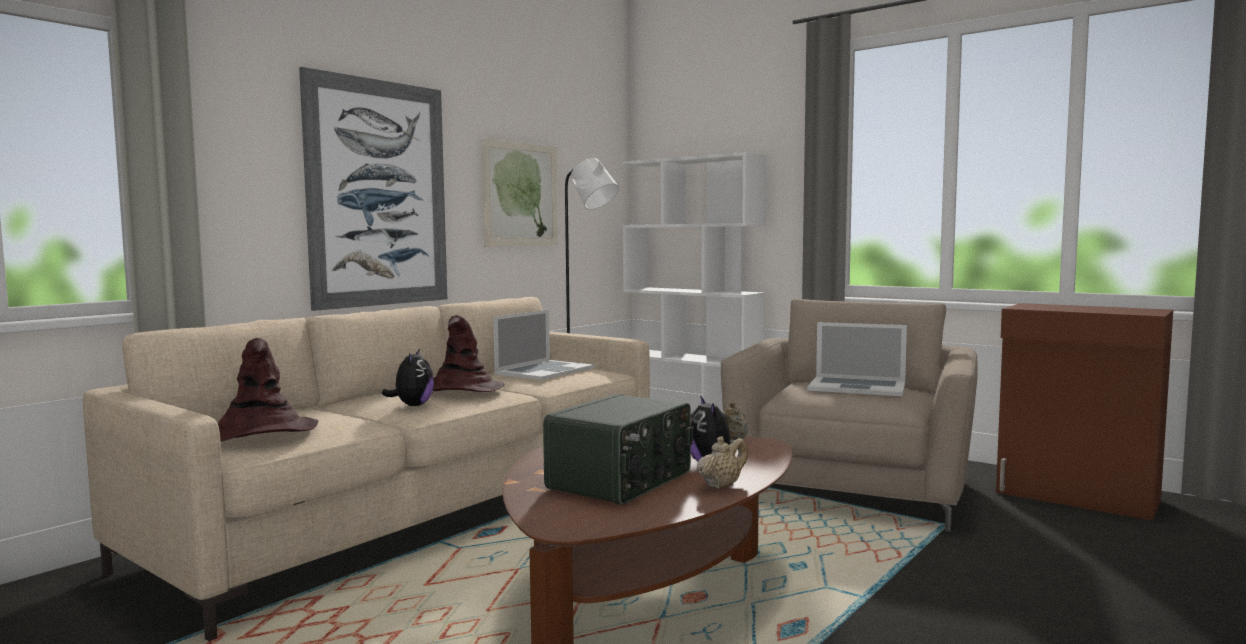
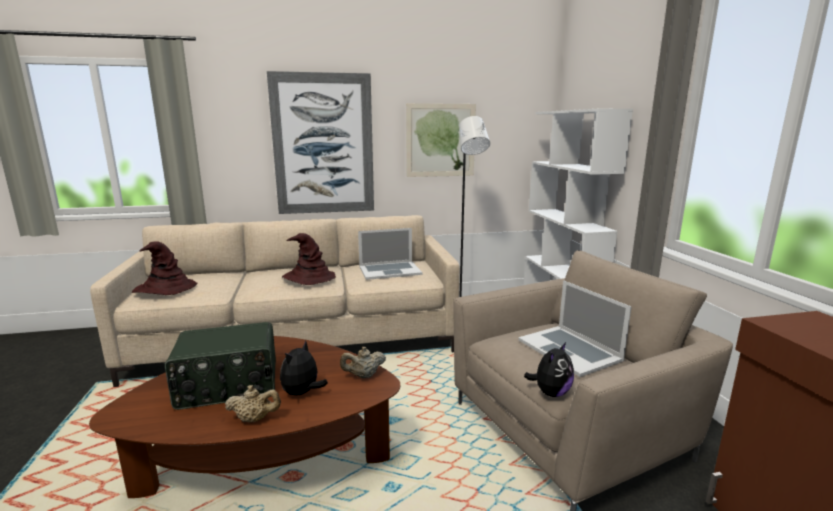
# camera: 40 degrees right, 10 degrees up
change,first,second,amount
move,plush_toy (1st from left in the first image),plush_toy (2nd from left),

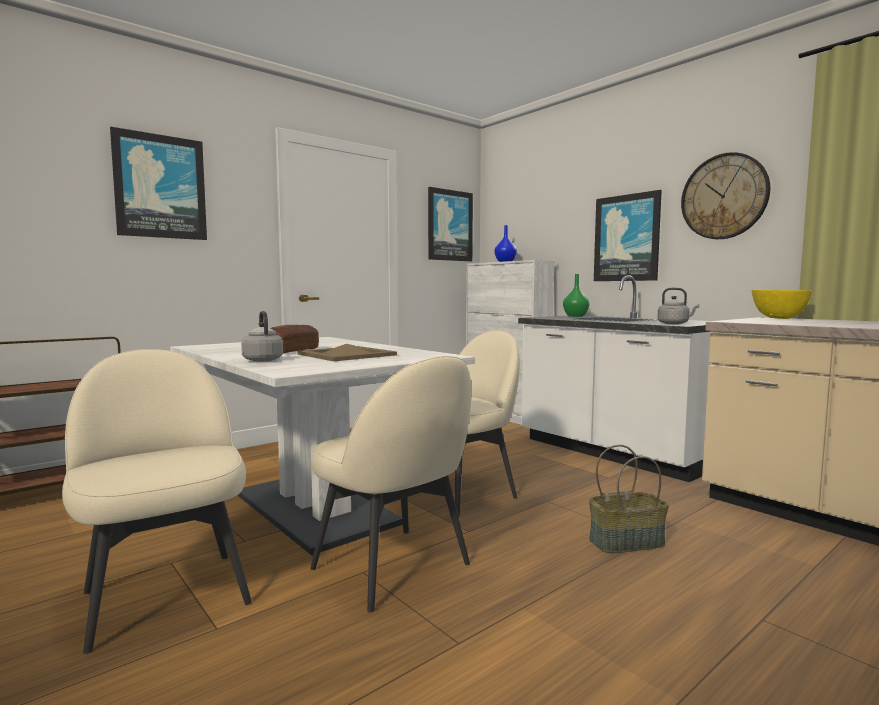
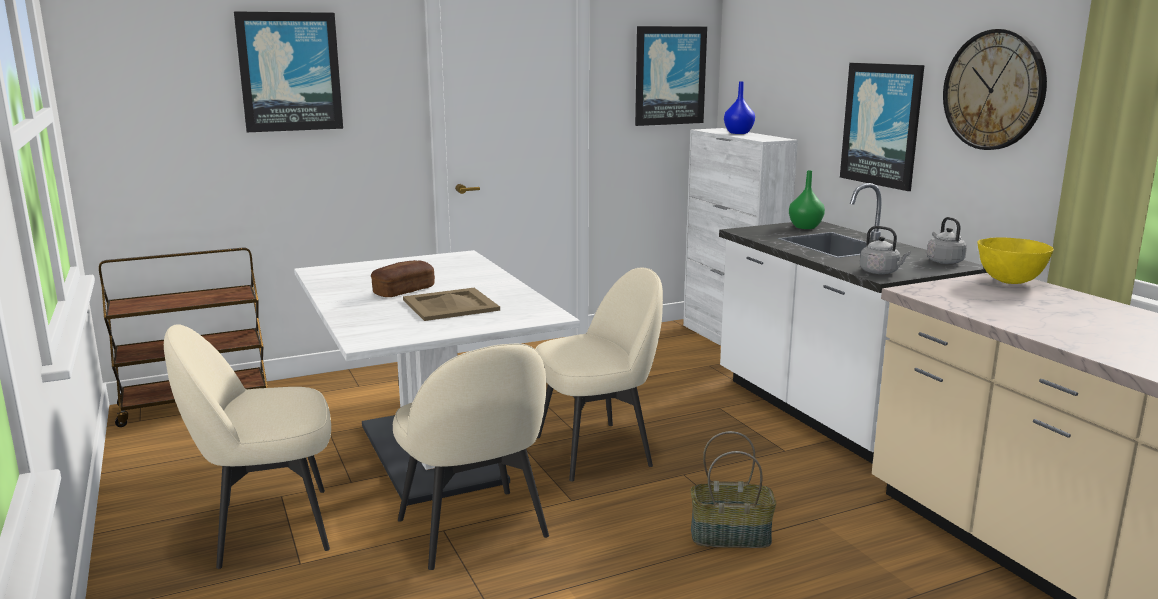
# camera: 15 degrees right, 10 degrees up
change,first,second,amount
move,grey_kettle (1st from left in the first image),grey_kettle (2nd from left),
rotate,beige_chair (1st from left),,90 degrees counterclockwise

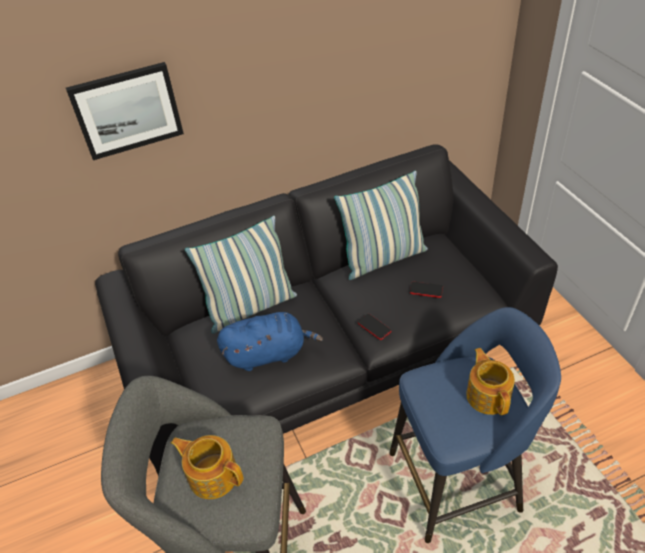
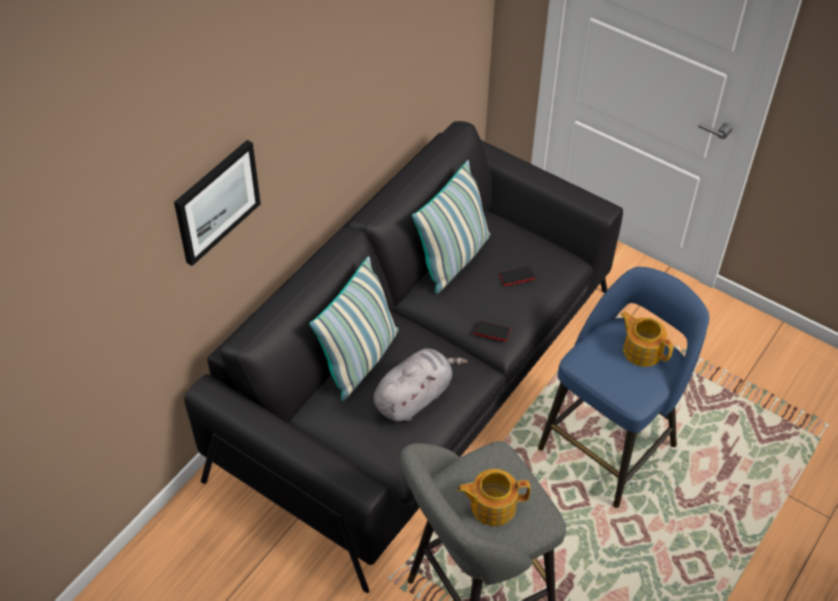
# camera: 35 degrees left, 5 degrees up
change,first,second,amount
recolor,blue_plush_toy,grey_plush_toy,

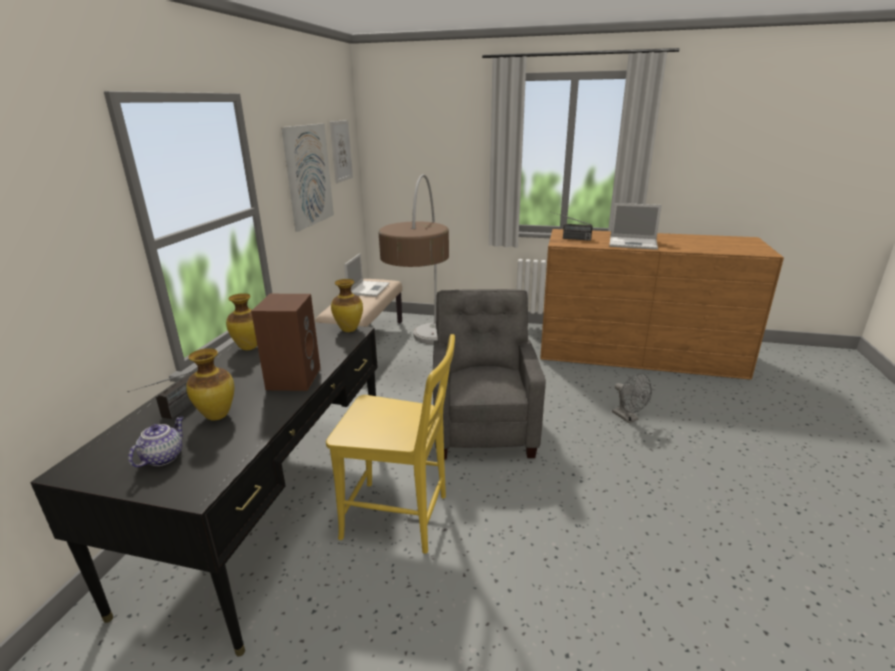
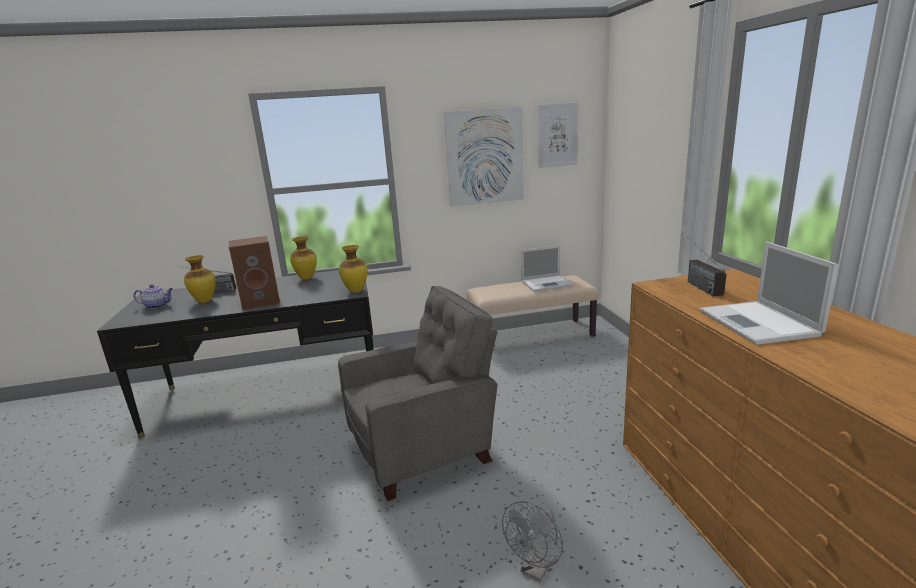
# camera: 65 degrees right, 5 degrees down
change,first,second,amount
delete,floor_lamp,,
delete,yellow_chair,,

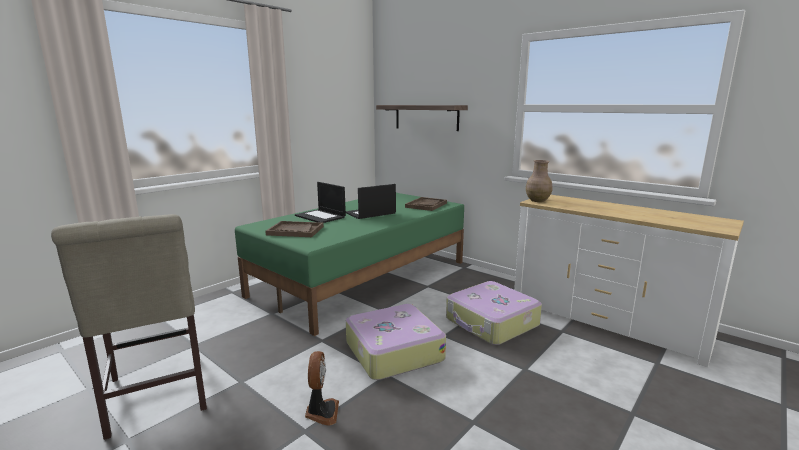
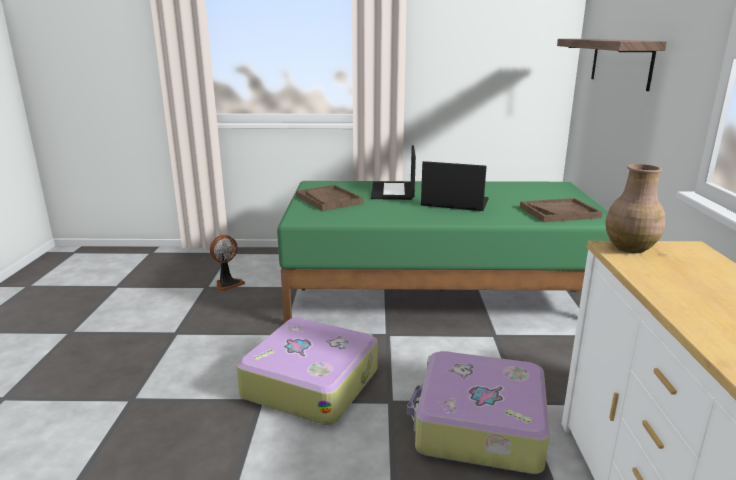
# camera: 50 degrees right, 5 degrees up
change,first,second,amount
delete,beige_chair,,
move,fan,,

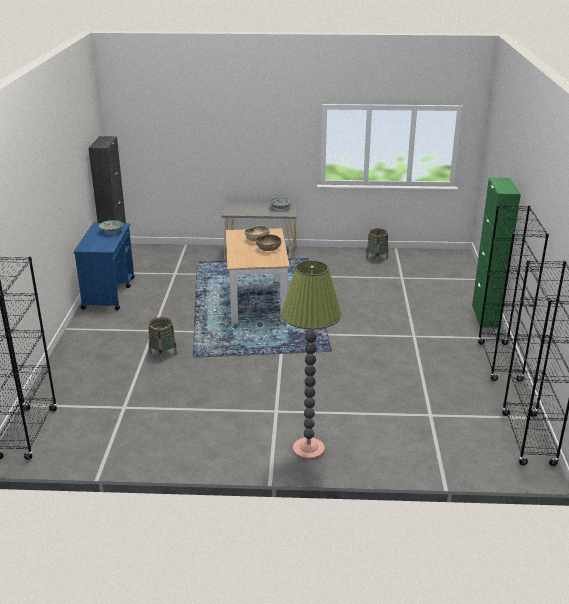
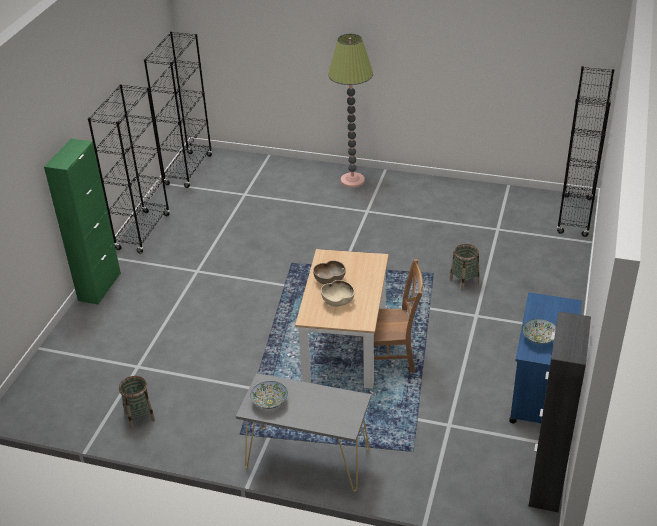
# camera: 165 degrees left, 10 degrees up
change,first,second,amount
insert,,brown_chair,

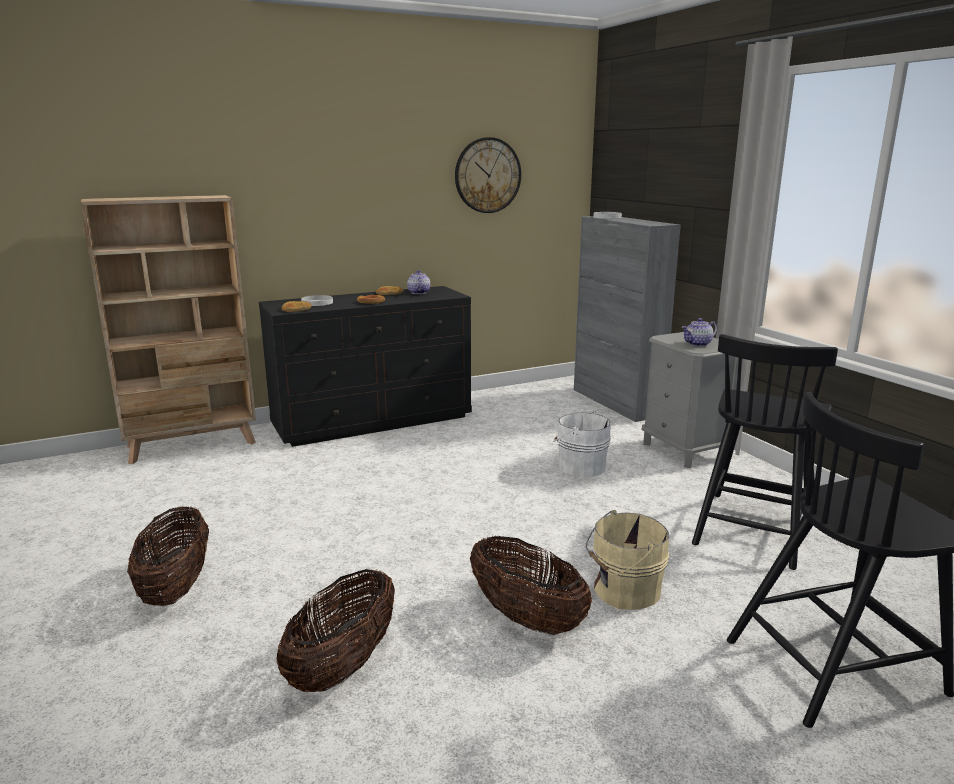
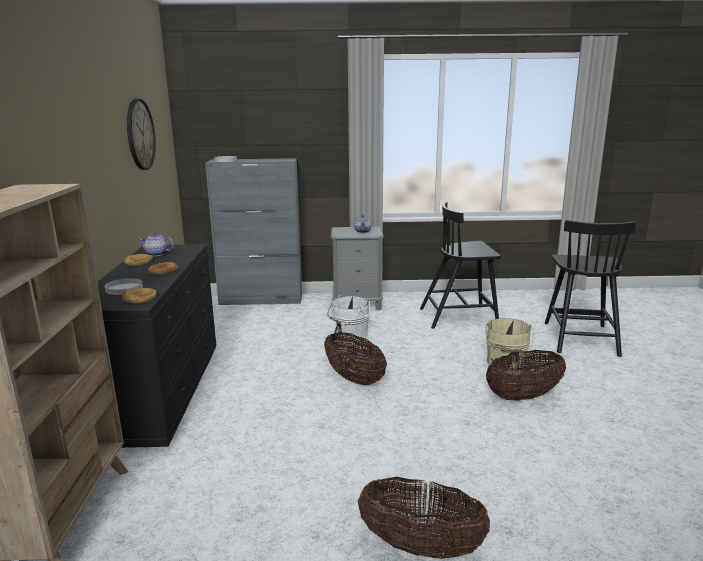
# camera: 65 degrees left, 0 degrees up
change,first,second,amount
rotate,black_chair (1st from left),,120 degrees clockwise
move,basket (2nd from left in the first image),basket (1st from left),

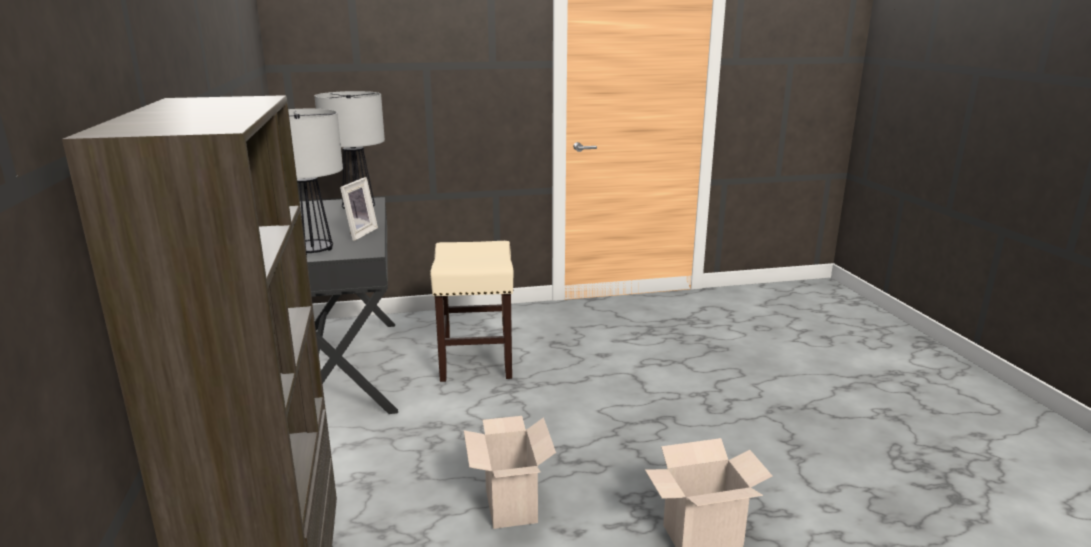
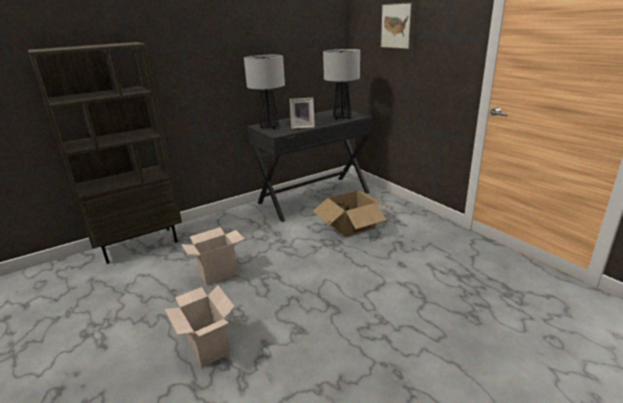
# camera: 70 degrees right, 5 degrees up
change,first,second,amount
replace,beige_stool,cardboard_box (3rd from left),
insert,,picture,

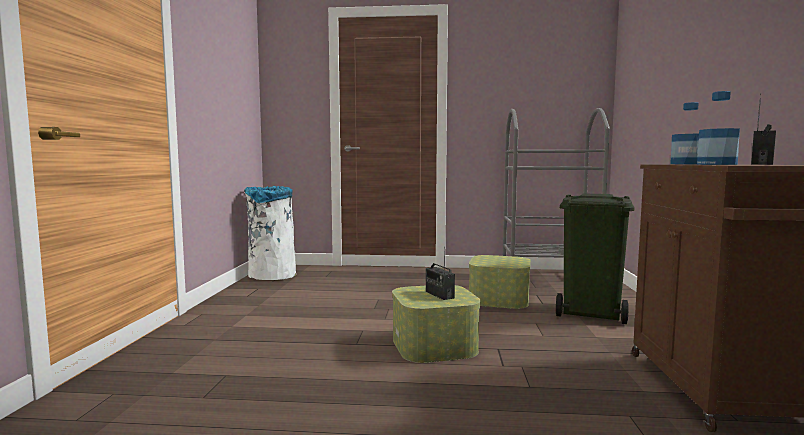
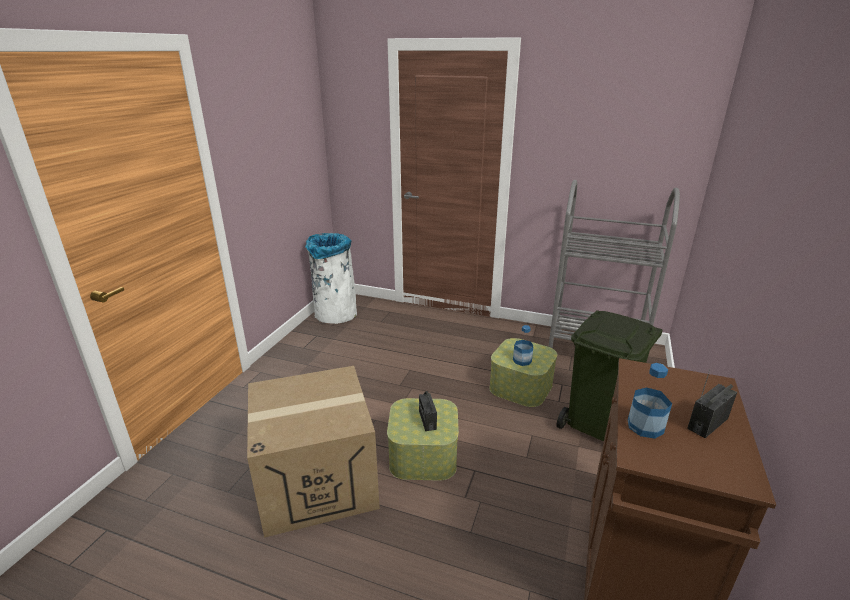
# camera: 15 degrees right, 20 degrees up
change,first,second,amount
move,bottle (1st from left),,
insert,,cardboard_box,

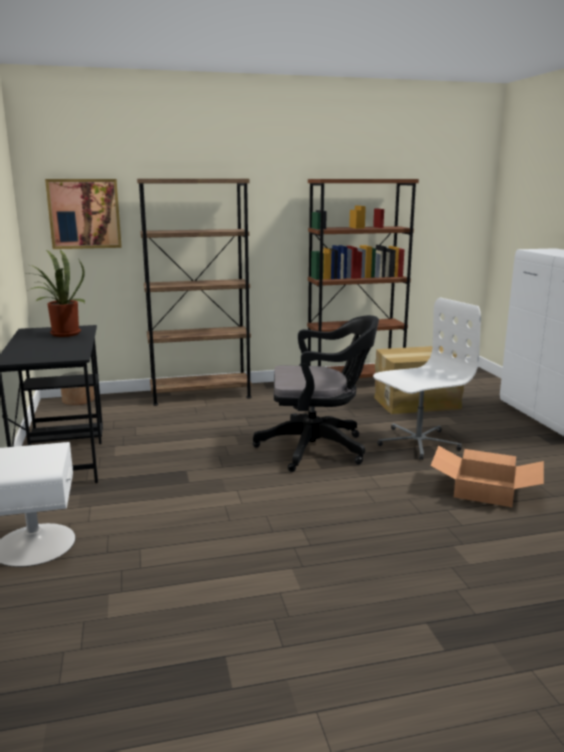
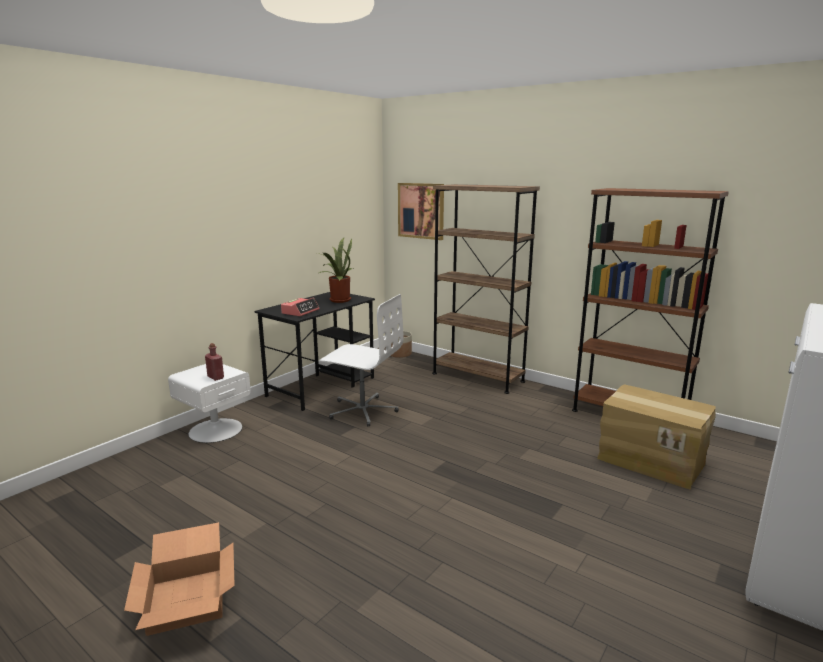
# camera: 50 degrees right, 0 degrees up
change,first,second,amount
move,white_office_chair,,
delete,black_office_chair,,
move,cardboard_box (2nd from left in the first image),cardboard_box (1st from left),
insert,,alarm_clock,
insert,,red_bottle,

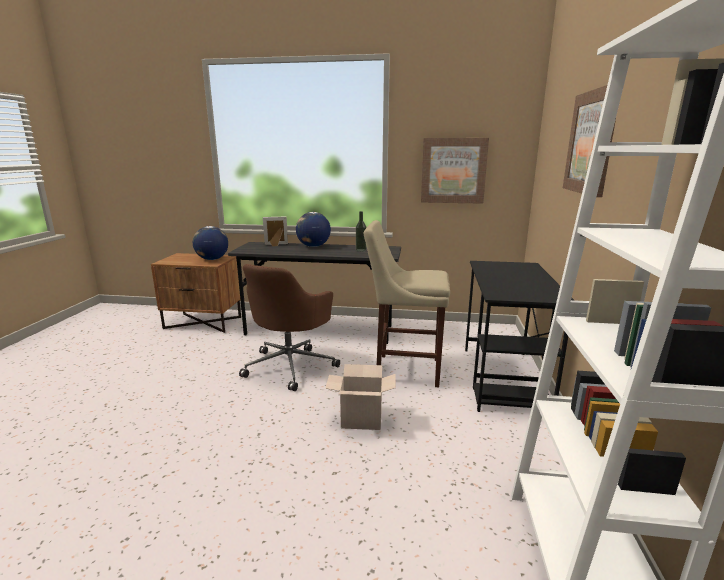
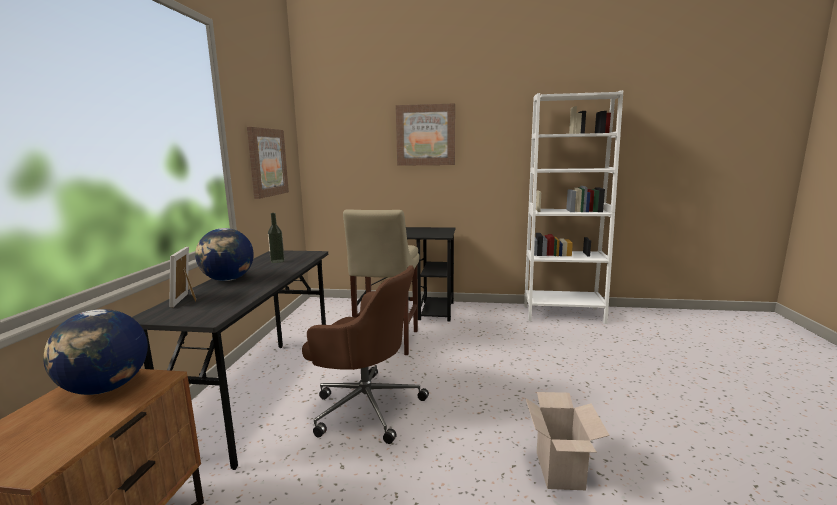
# camera: 90 degrees left, 5 degrees down
change,first,second,amount
move,cardboard_box,,

